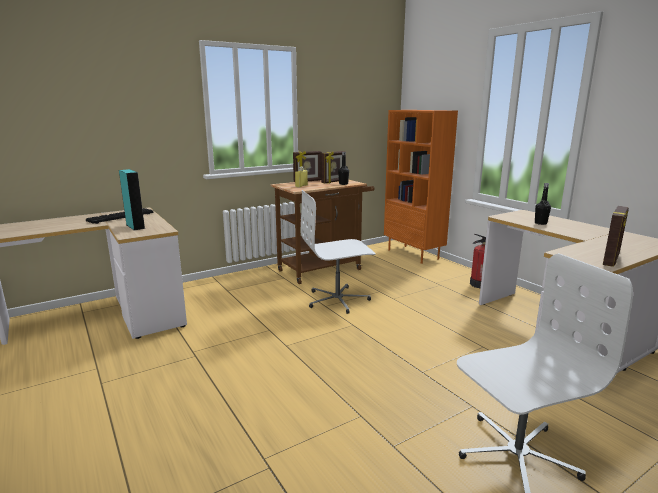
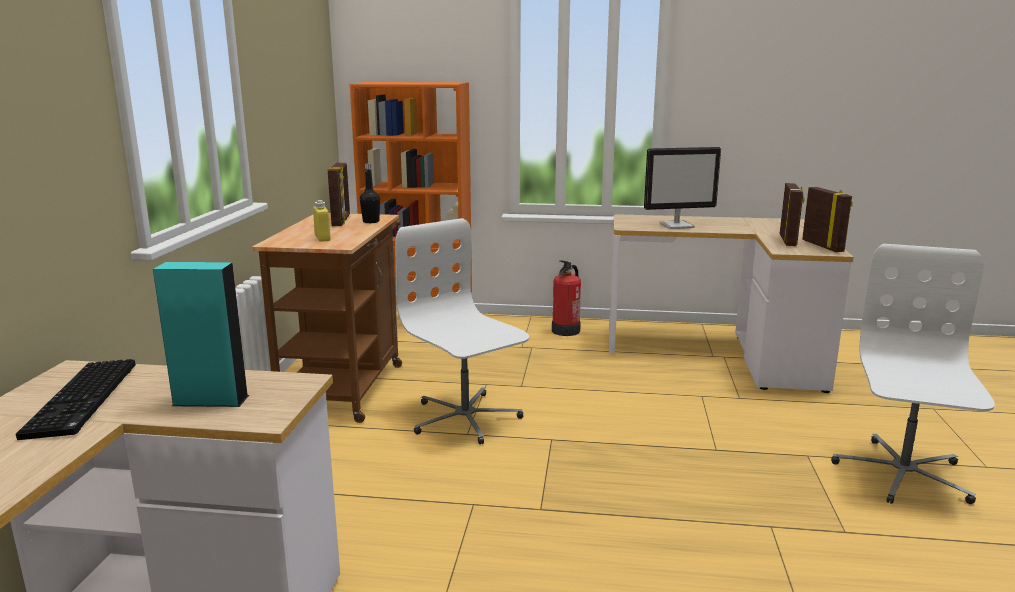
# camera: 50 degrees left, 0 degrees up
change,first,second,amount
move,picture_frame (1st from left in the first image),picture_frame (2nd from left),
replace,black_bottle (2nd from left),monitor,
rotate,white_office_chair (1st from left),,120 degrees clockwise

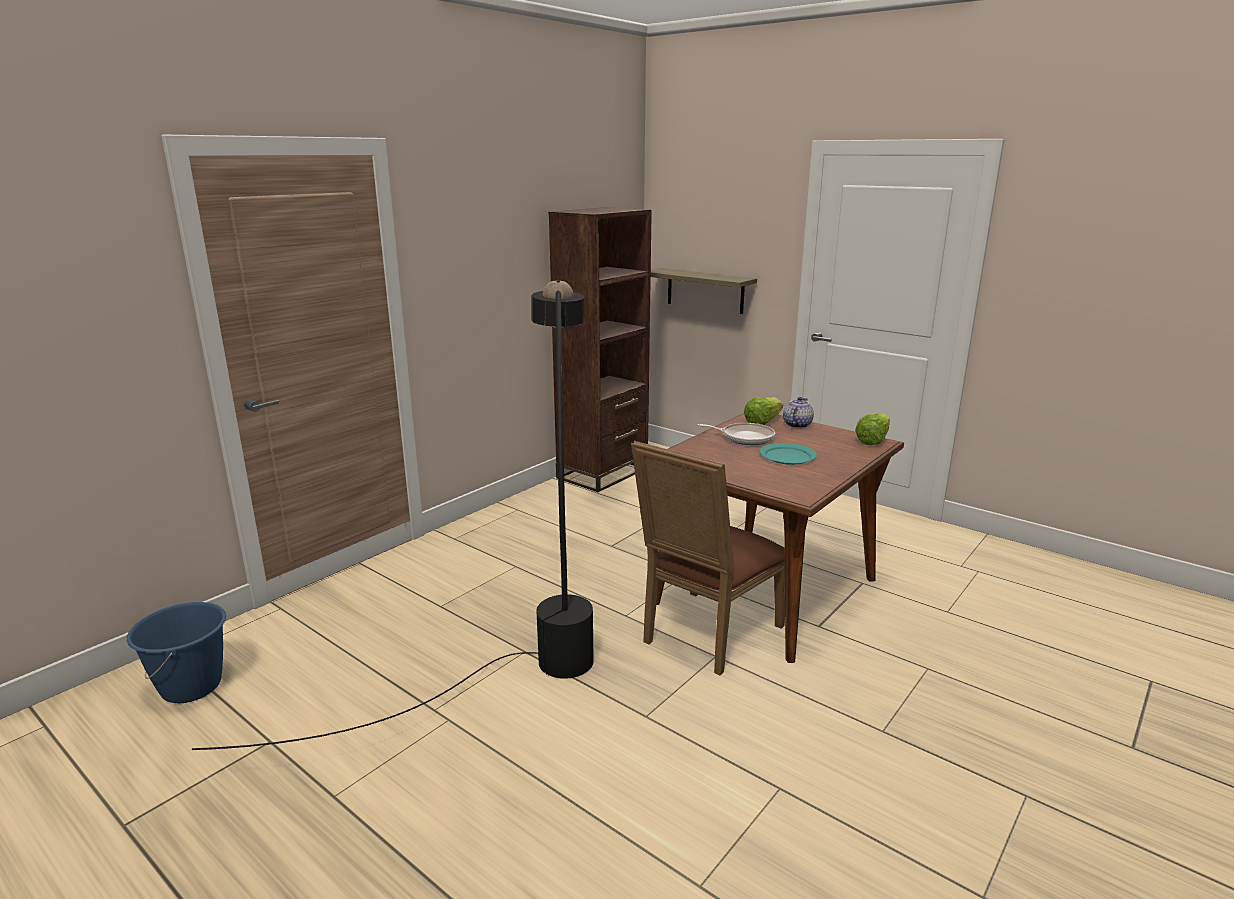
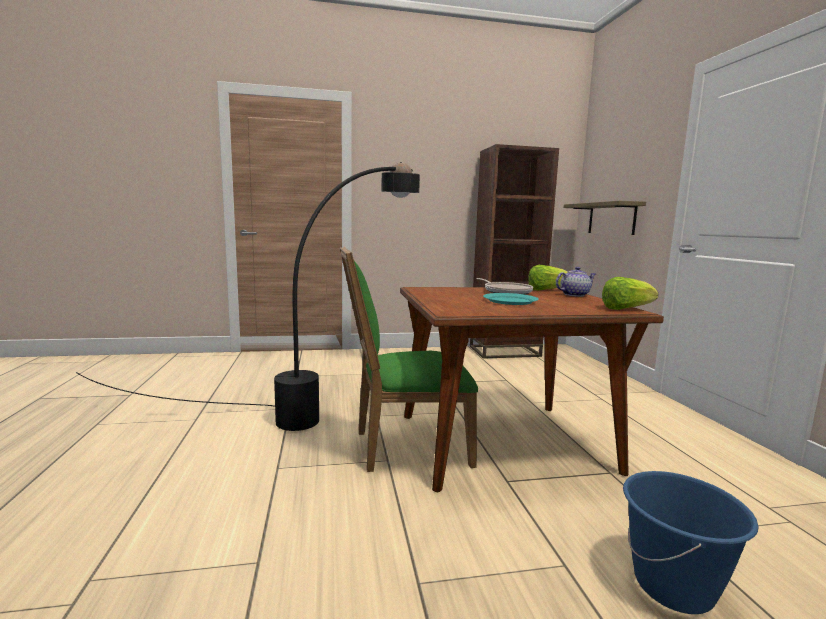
# camera: 40 degrees right, 10 degrees down
change,first,second,amount
recolor,brown_chair,green_chair,
move,blue_bucket,,

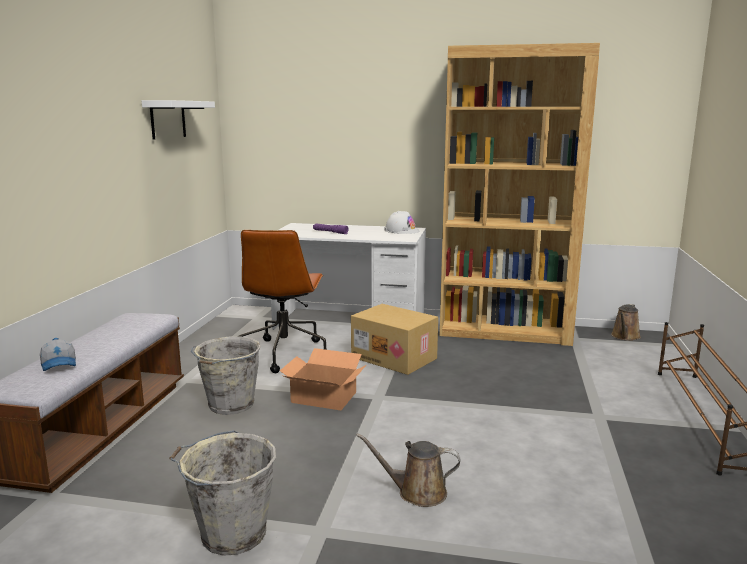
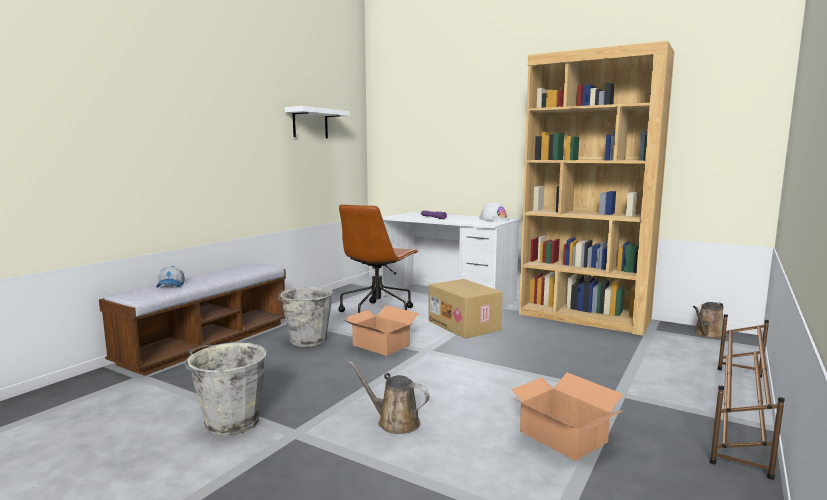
# camera: 20 degrees right, 5 degrees down
change,first,second,amount
insert,,cardboard_box (3rd from left),

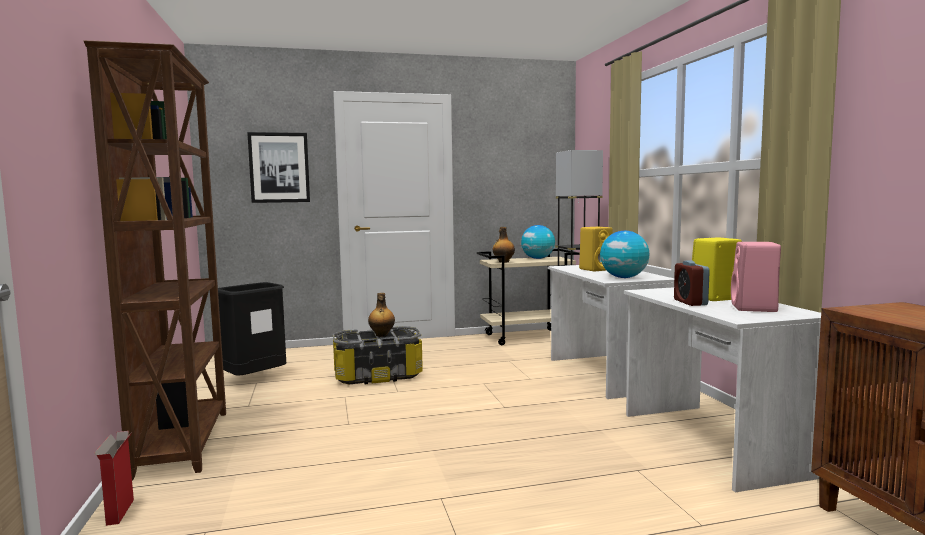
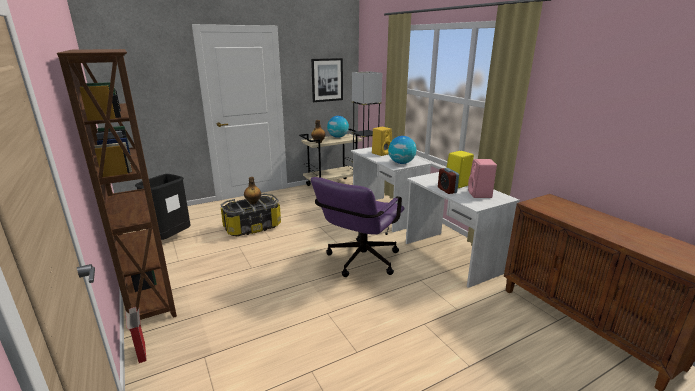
# camera: 15 degrees left, 15 degrees up
change,first,second,amount
move,picture,,
insert,,purple_office_chair,

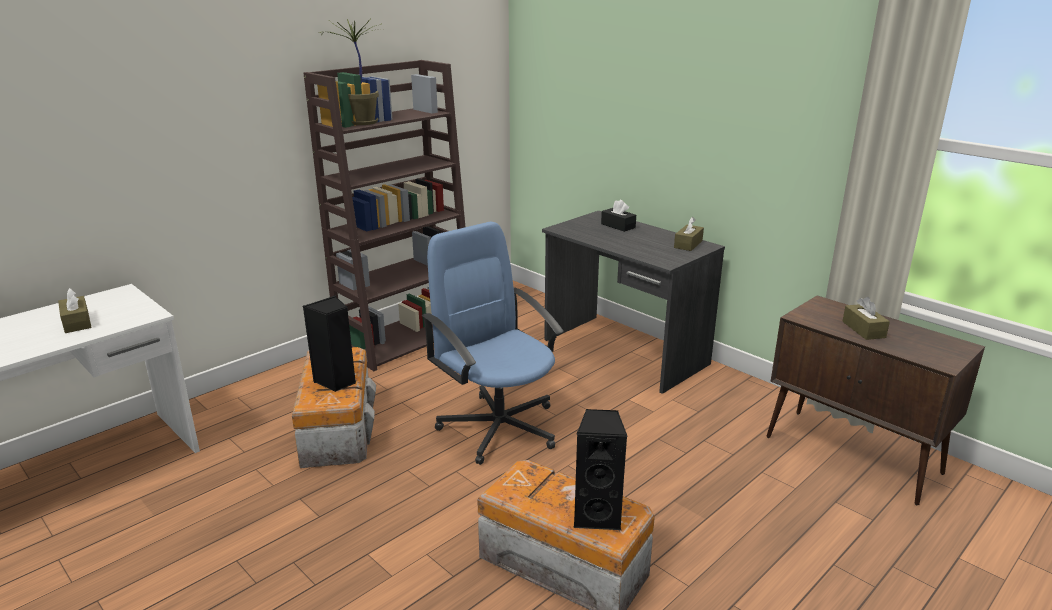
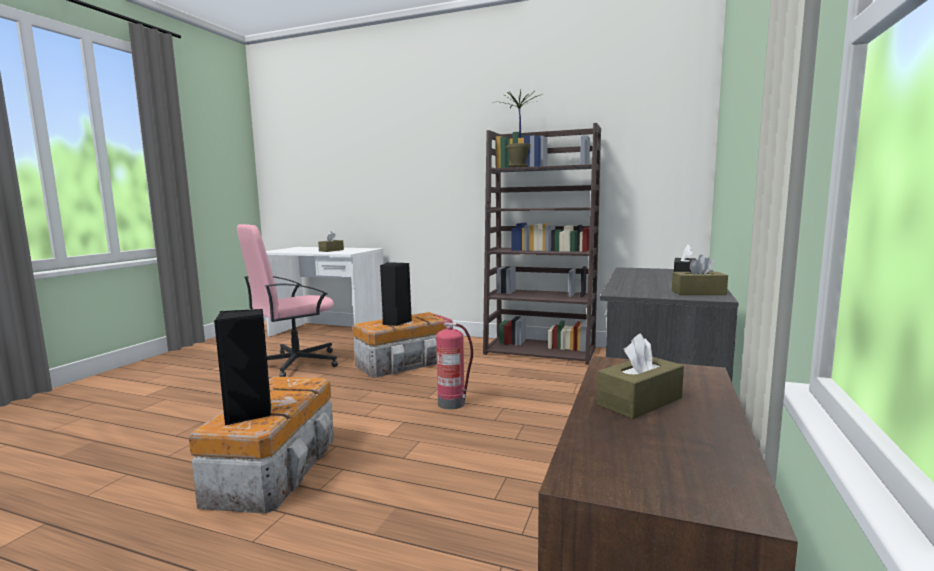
# camera: 65 degrees right, 15 degrees down
change,first,second,amount
replace,blue_office_chair,fire_extinguisher,
insert,,pink_office_chair,

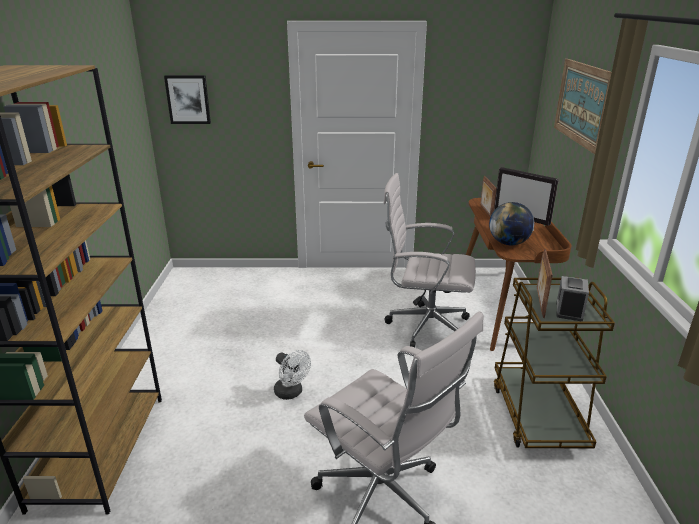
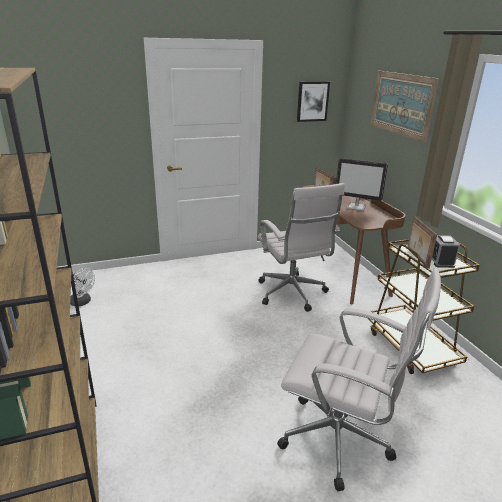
# camera: 20 degrees left, 0 degrees up
change,first,second,amount
move,picture (1st from left),,
rotate,white_office_chair (2nd from left in the first image),white_office_chair (1st from left),105 degrees counterclockwise
delete,globe,,
move,white_fan,,

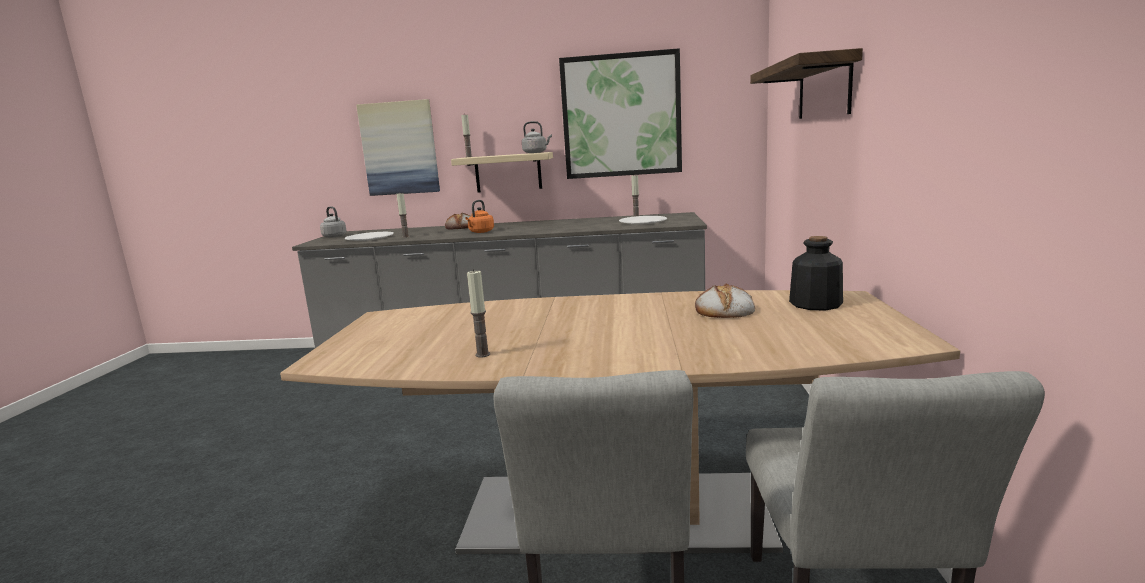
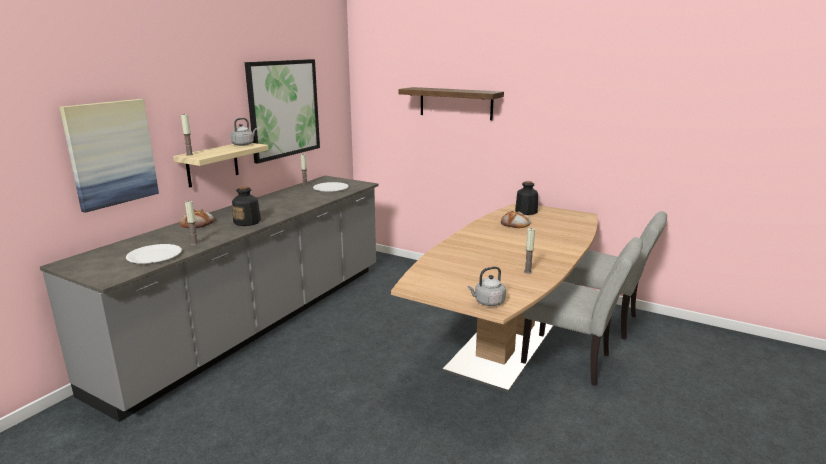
# camera: 65 degrees left, 5 degrees up
change,first,second,amount
replace,orange_kettle,bottle (1st from left),
move,grey_kettle (1st from left in the first image),grey_kettle (2nd from left),

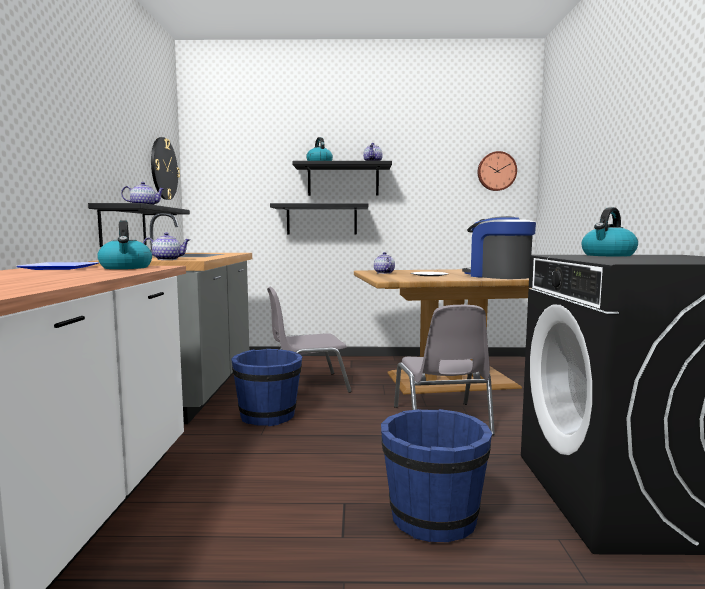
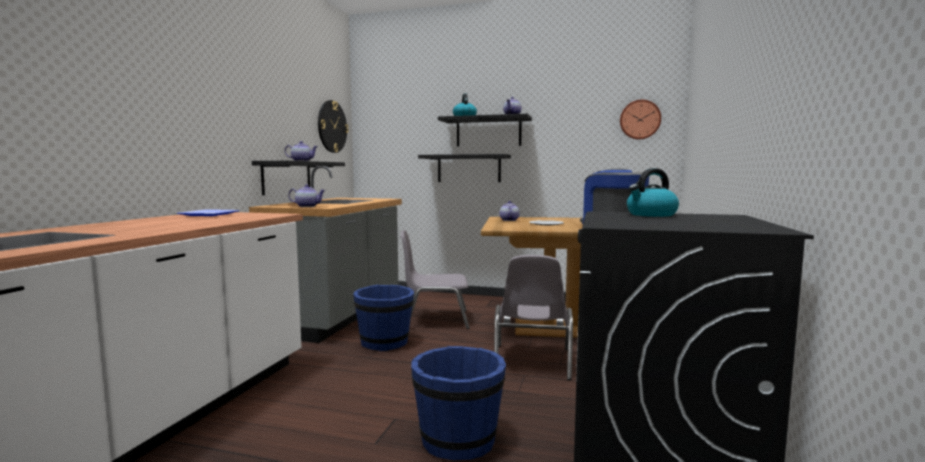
# camera: 15 degrees right, 0 degrees up
change,first,second,amount
delete,kettle (1st from left),,

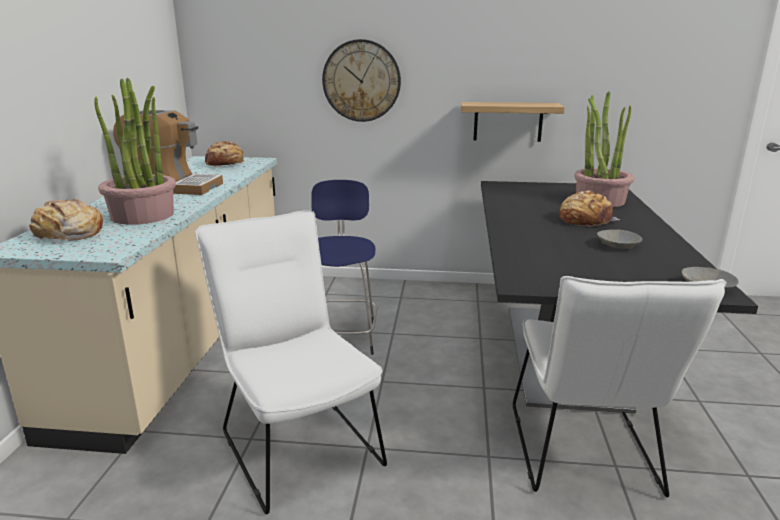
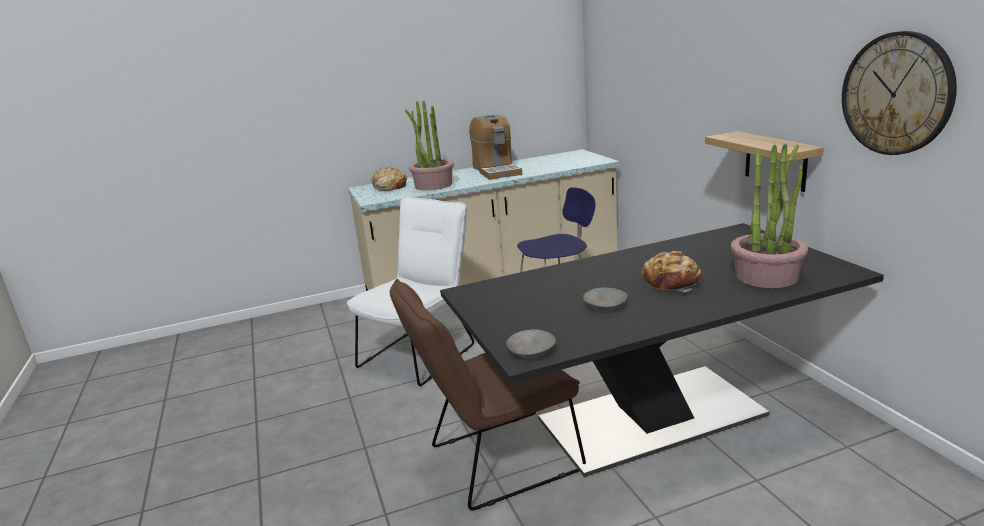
# camera: 65 degrees right, 0 degrees up
change,first,second,amount
move,wall_clock,,
delete,bread (2nd from left),,
recolor,white_chair (2nd from left),brown_chair,

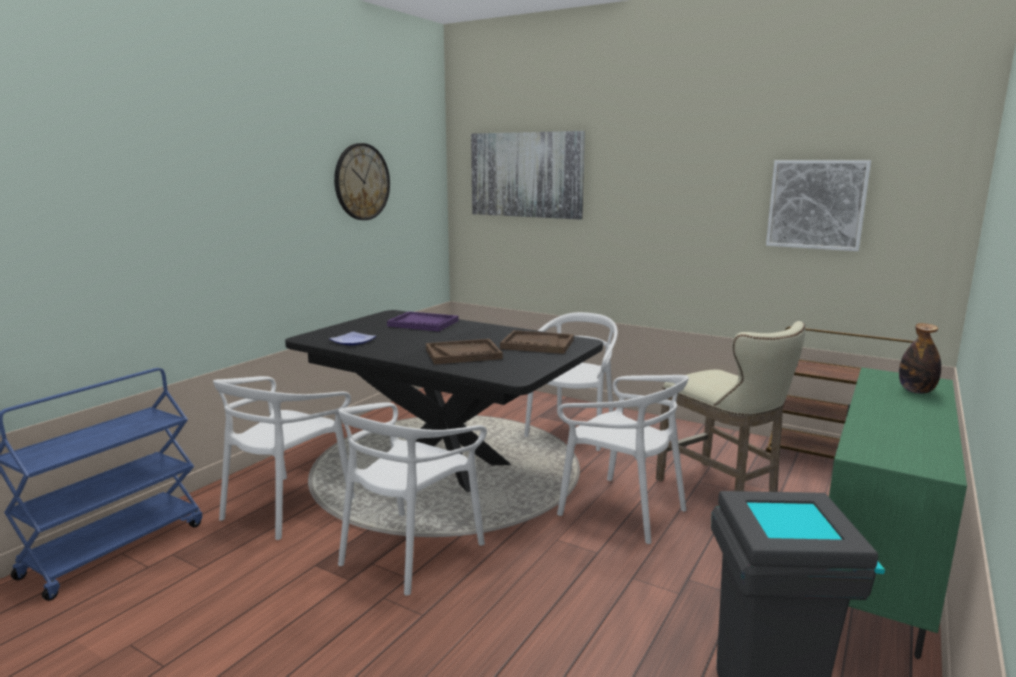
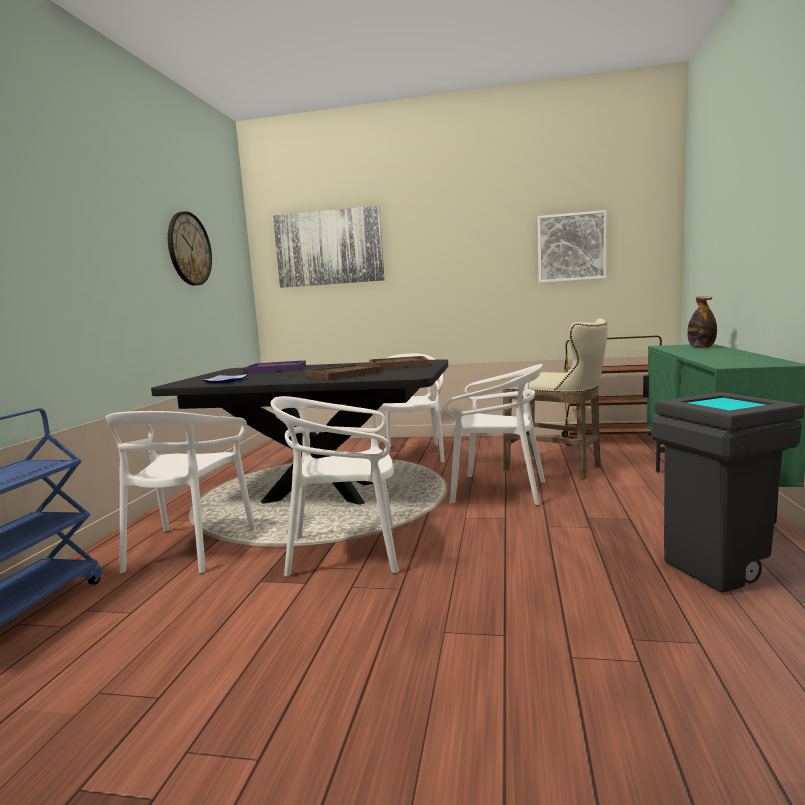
# camera: 20 degrees left, 5 degrees down
change,first,second,amount
rotate,white_chair (2nd from left),,75 degrees clockwise

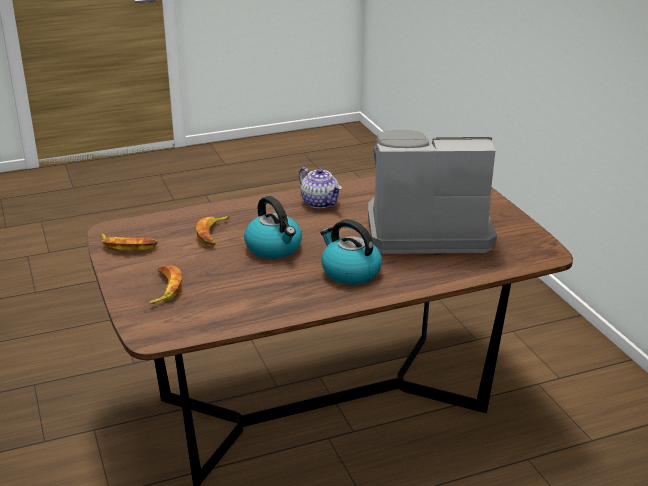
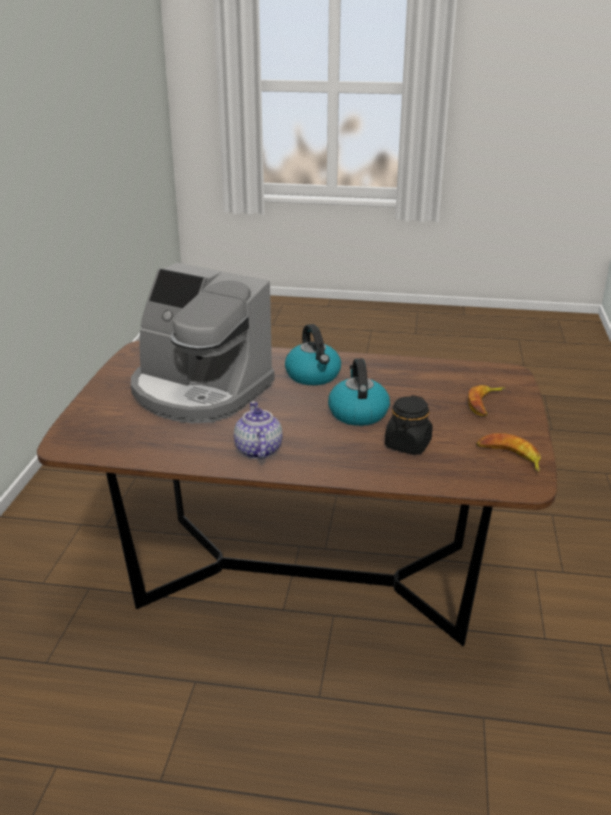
# camera: 150 degrees left, 0 degrees up
change,first,second,amount
replace,banana (3rd from left),black_jar,

